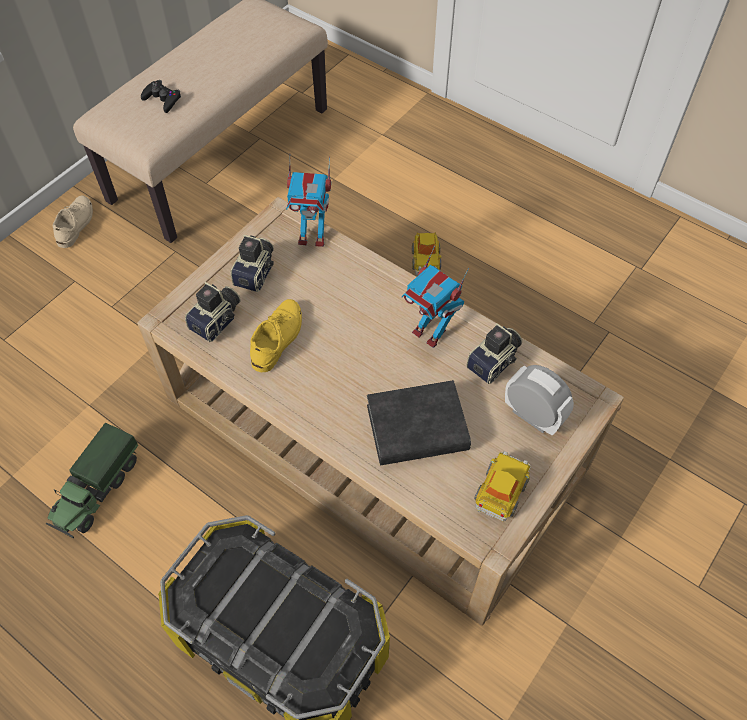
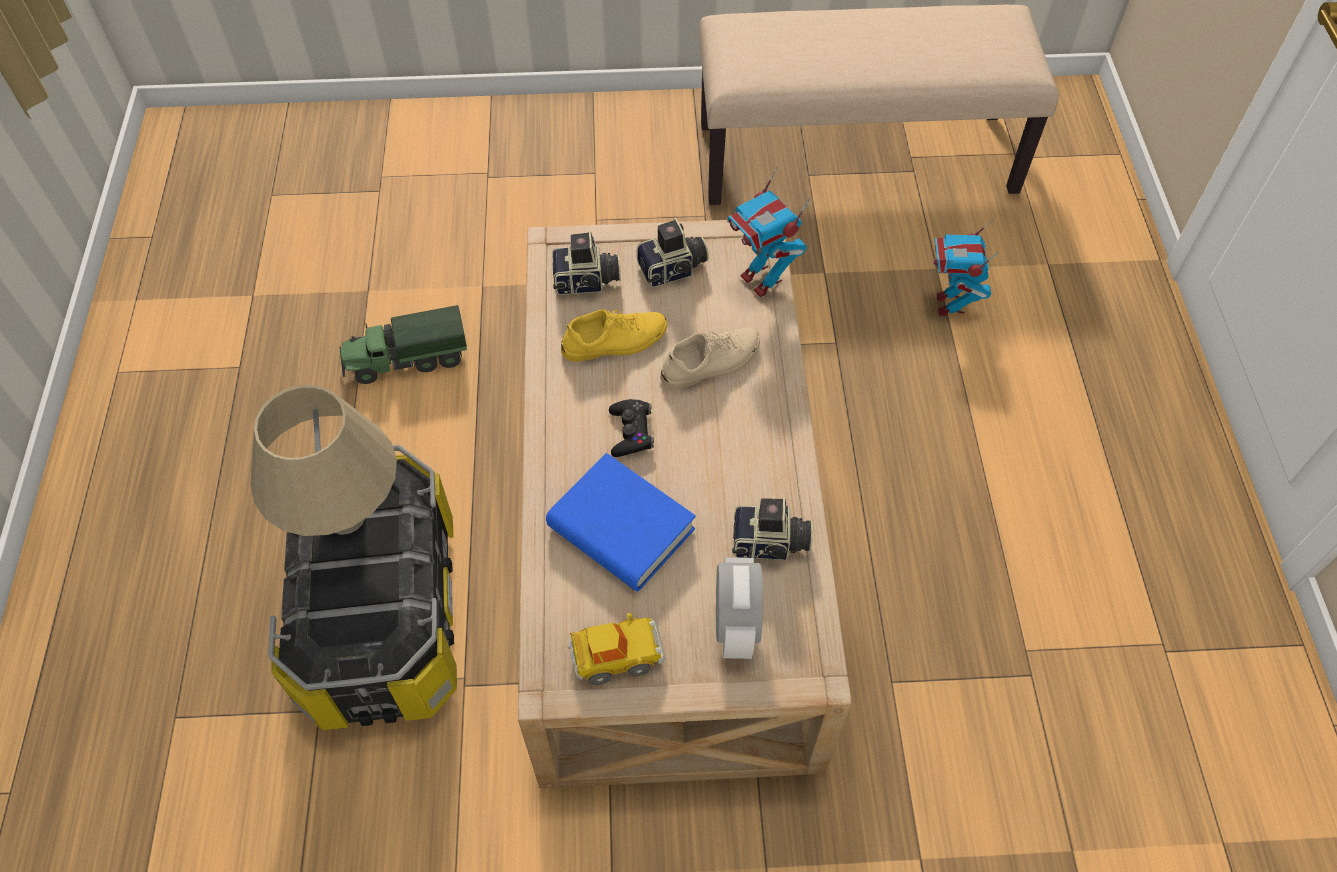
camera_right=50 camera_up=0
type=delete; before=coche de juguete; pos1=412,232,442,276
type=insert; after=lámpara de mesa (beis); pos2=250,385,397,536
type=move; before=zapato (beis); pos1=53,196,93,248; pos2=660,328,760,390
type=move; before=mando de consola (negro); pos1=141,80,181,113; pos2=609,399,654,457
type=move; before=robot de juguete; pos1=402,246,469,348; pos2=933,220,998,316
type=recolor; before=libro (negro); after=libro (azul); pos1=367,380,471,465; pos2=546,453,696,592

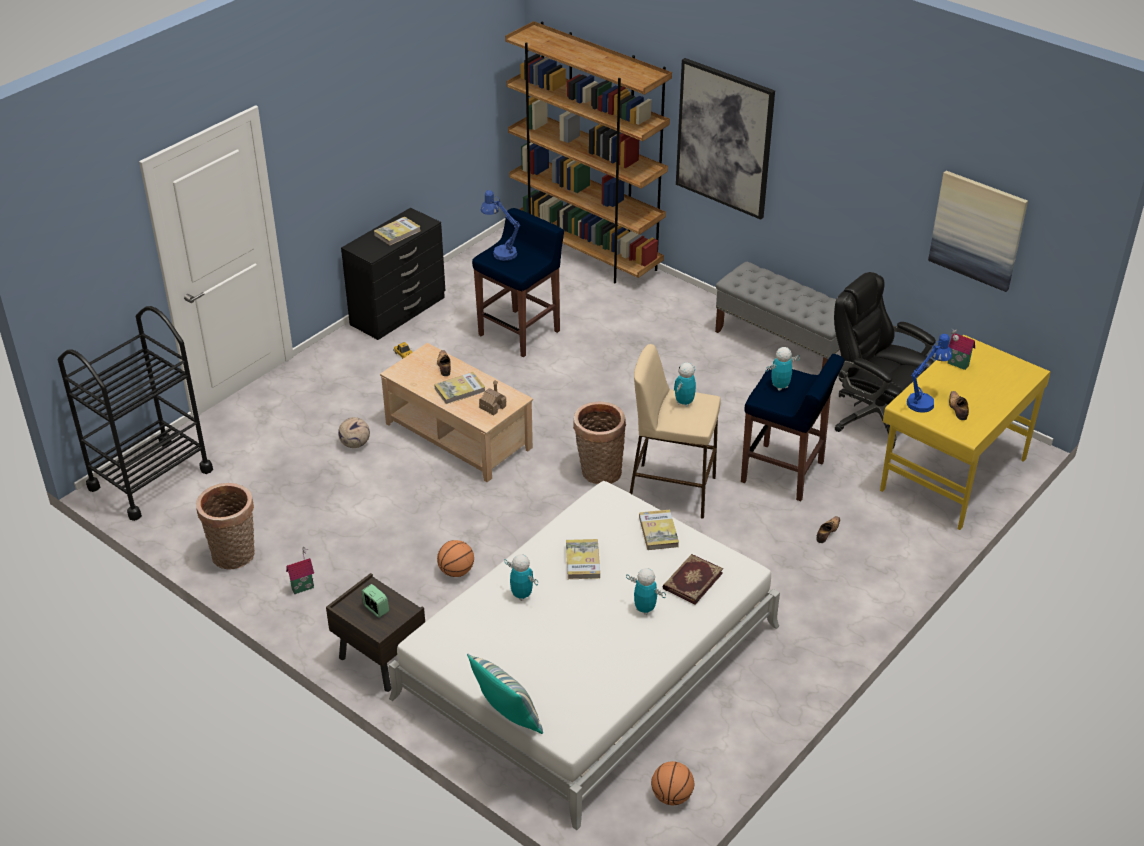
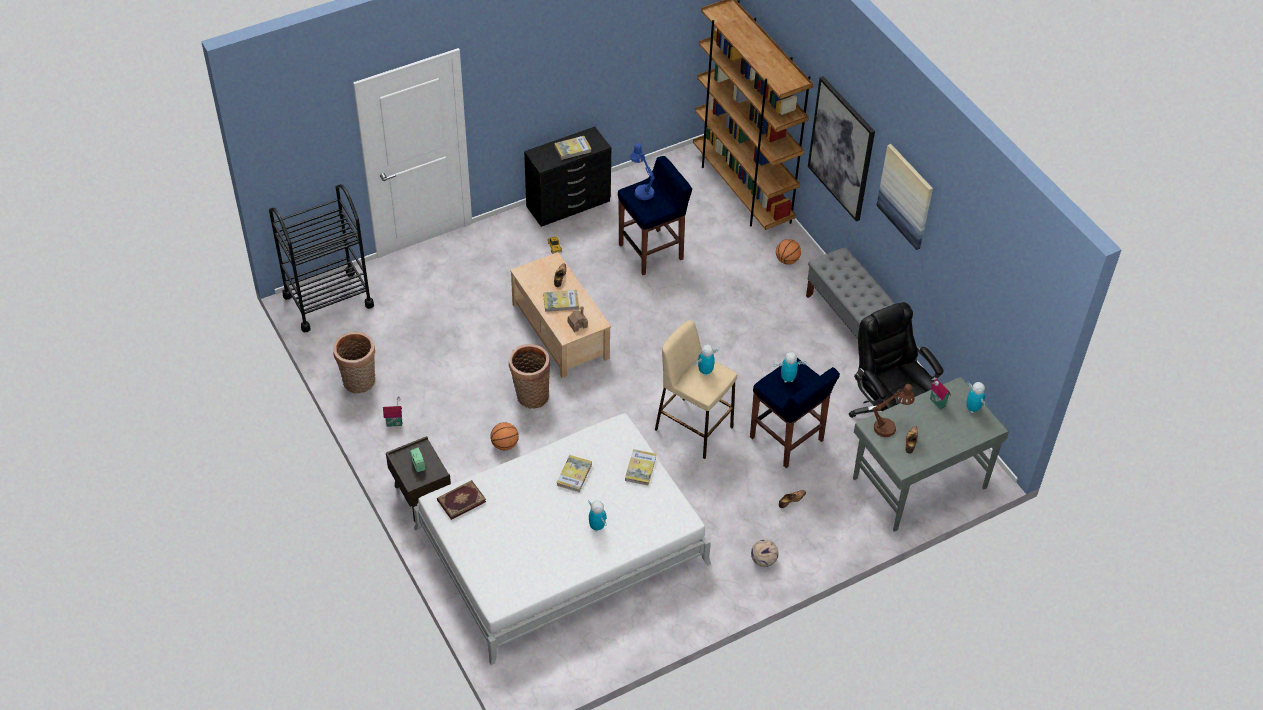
camera_right=20 camera_up=10
type=delete; before=cojín; pos1=467,653,543,734
type=move; before=balón de fútbol; pos1=338,417,370,448; pos2=751,540,779,567
type=move; before=robot de juguete; pos1=504,554,538,601; pos2=966,381,987,413
type=move; before=cesta; pos1=573,402,626,484; pos2=509,344,550,409
type=move; before=balón de baloncesto; pos1=651,761,694,805; pos2=776,239,801,265
type=move; before=libro; pos1=663,554,723,605; pos2=437,480,486,520
type=move; before=cuadro; pos1=928,171,1028,292; pos2=877,144,933,250
type=recolor; before=escritorio (amarillo); after=escritorio (gris); pos1=880,335,1051,530; pos2=853,377,1009,532
type=recolor; before=lámpara de mesa (azul); after=lámpara de mesa (marrón); pos1=907,334,952,412; pos2=873,384,915,437

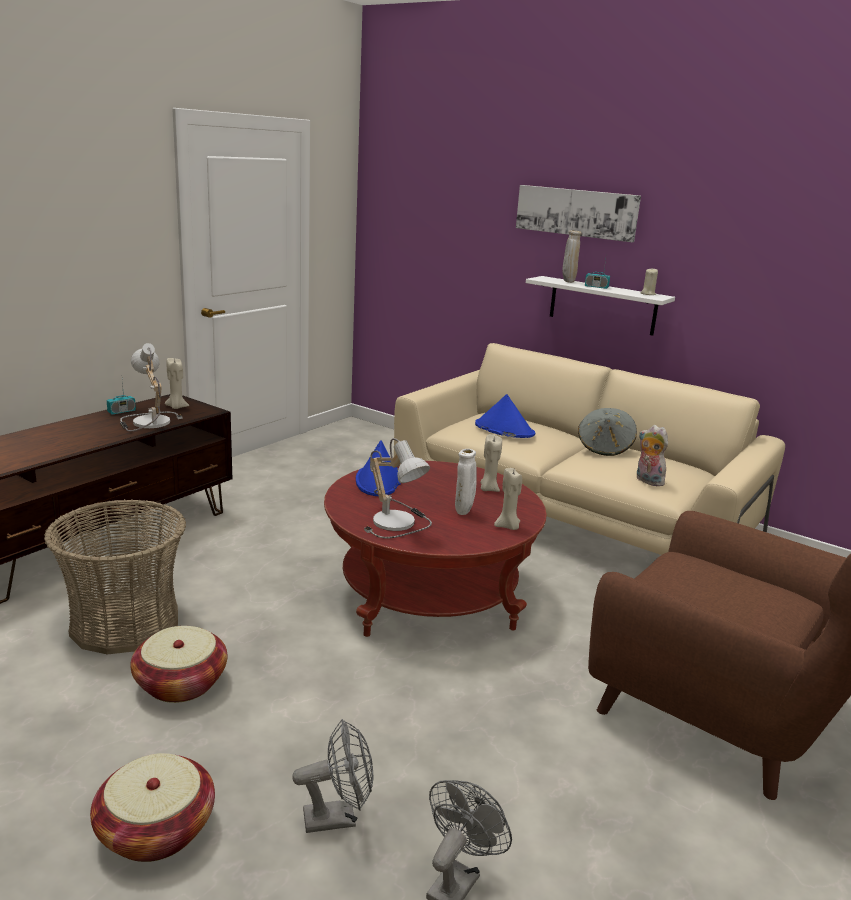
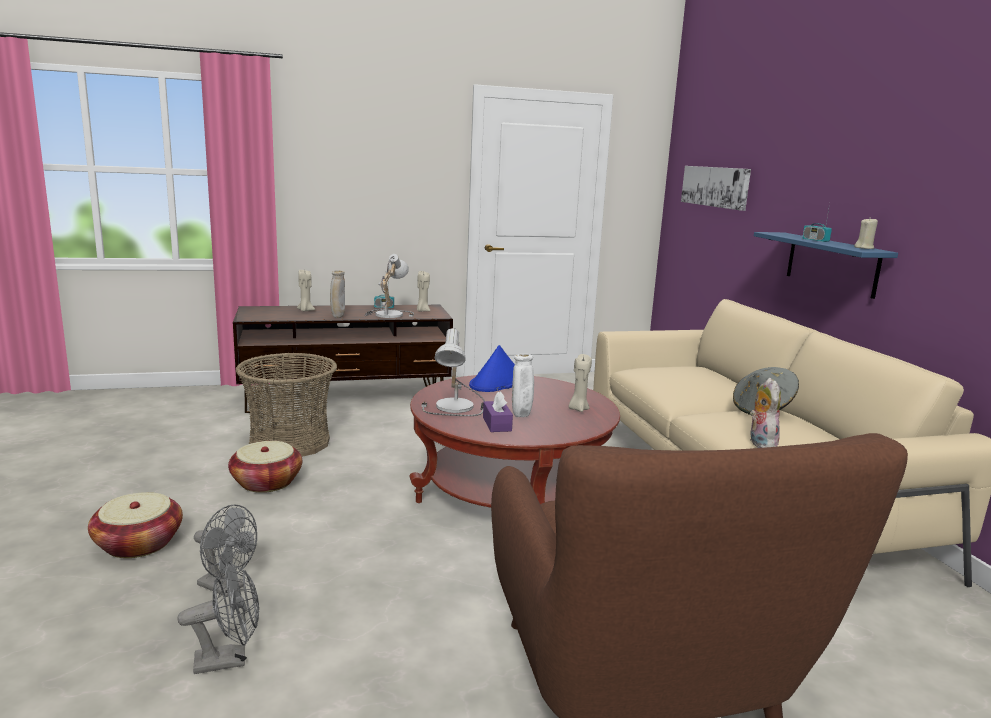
camera_right=40 camera_up=-5
type=delete; before=sombrero (azul); pos1=475,394,535,438
type=insert; after=caja de pañuelos (morado); pos2=483,392,513,432
type=move; before=vela (beis); pos1=494,468,522,530; pos2=297,270,315,311
type=move; before=cuadro; pos1=516,185,641,242; pos2=681,166,751,211
type=move; before=florero (beis); pos1=562,230,582,283; pos2=330,270,345,318
type=recolor; before=estante (blanco); after=estante (azul); pos1=526,276,675,336; pos2=754,232,898,299

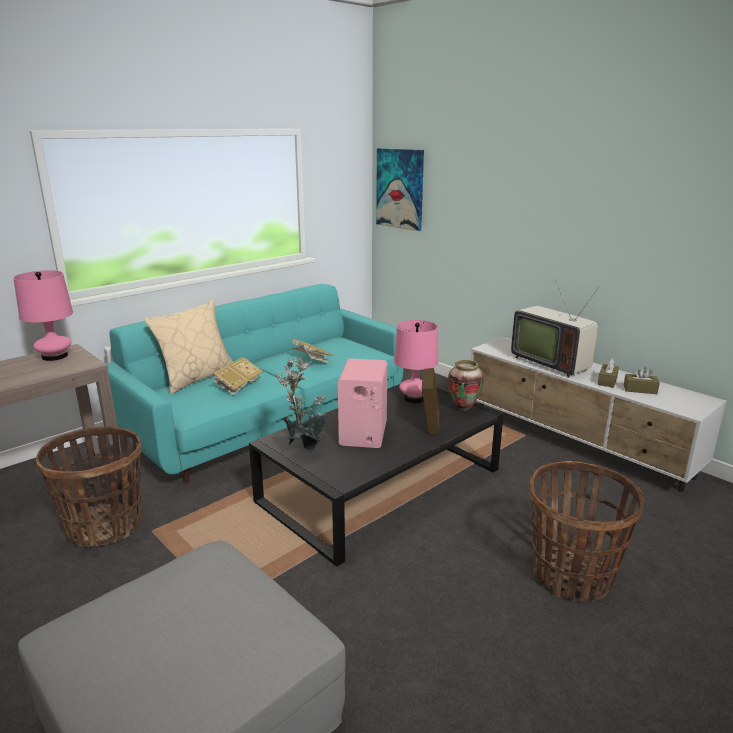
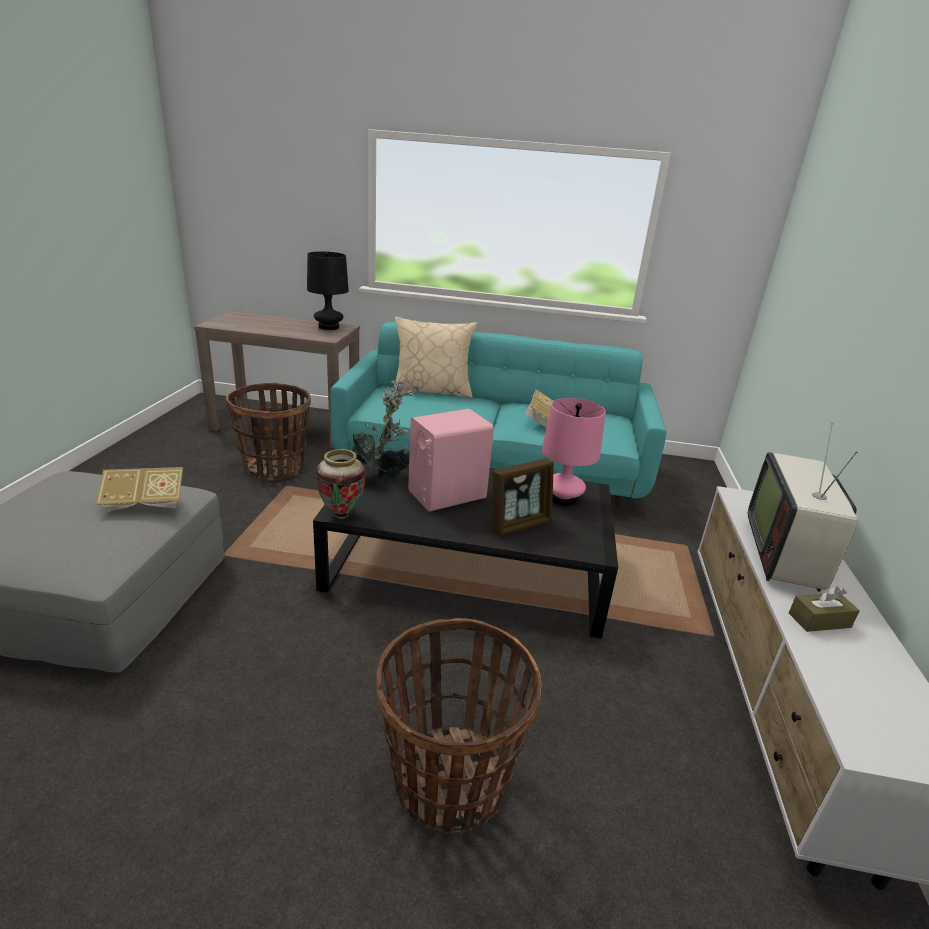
camera_right=50 camera_up=5
type=delete; before=cuadro; pos1=376,148,424,231
type=delete; before=caja de pañuelos (marrón); pos1=624,367,660,394
type=move; before=libro; pos1=213,357,264,395; pos2=95,467,183,512
type=move; before=florero; pos1=448,360,484,411; pos2=316,449,366,519
type=recolor; before=lámpara de mesa (rosa); after=lámpara de mesa (negro); pos1=14,270,73,361; pos2=307,251,349,330

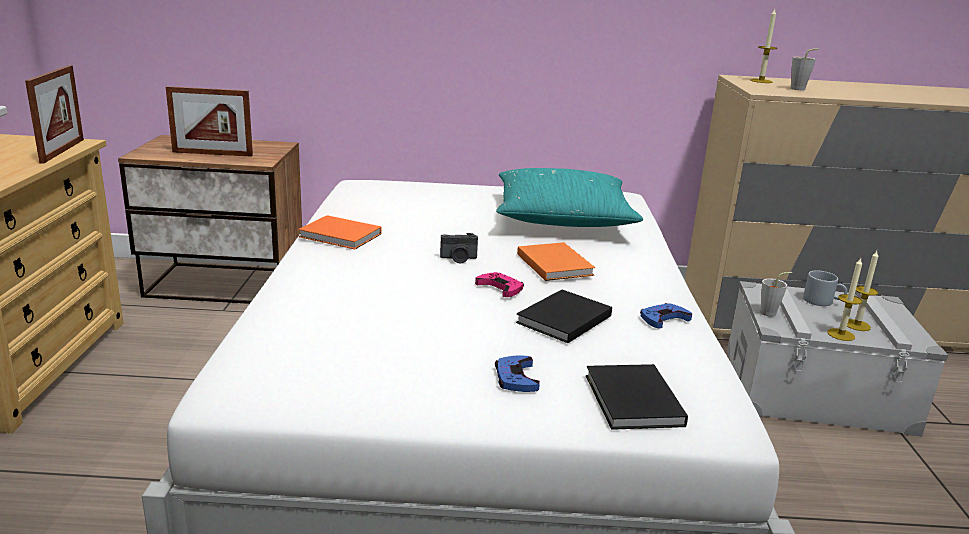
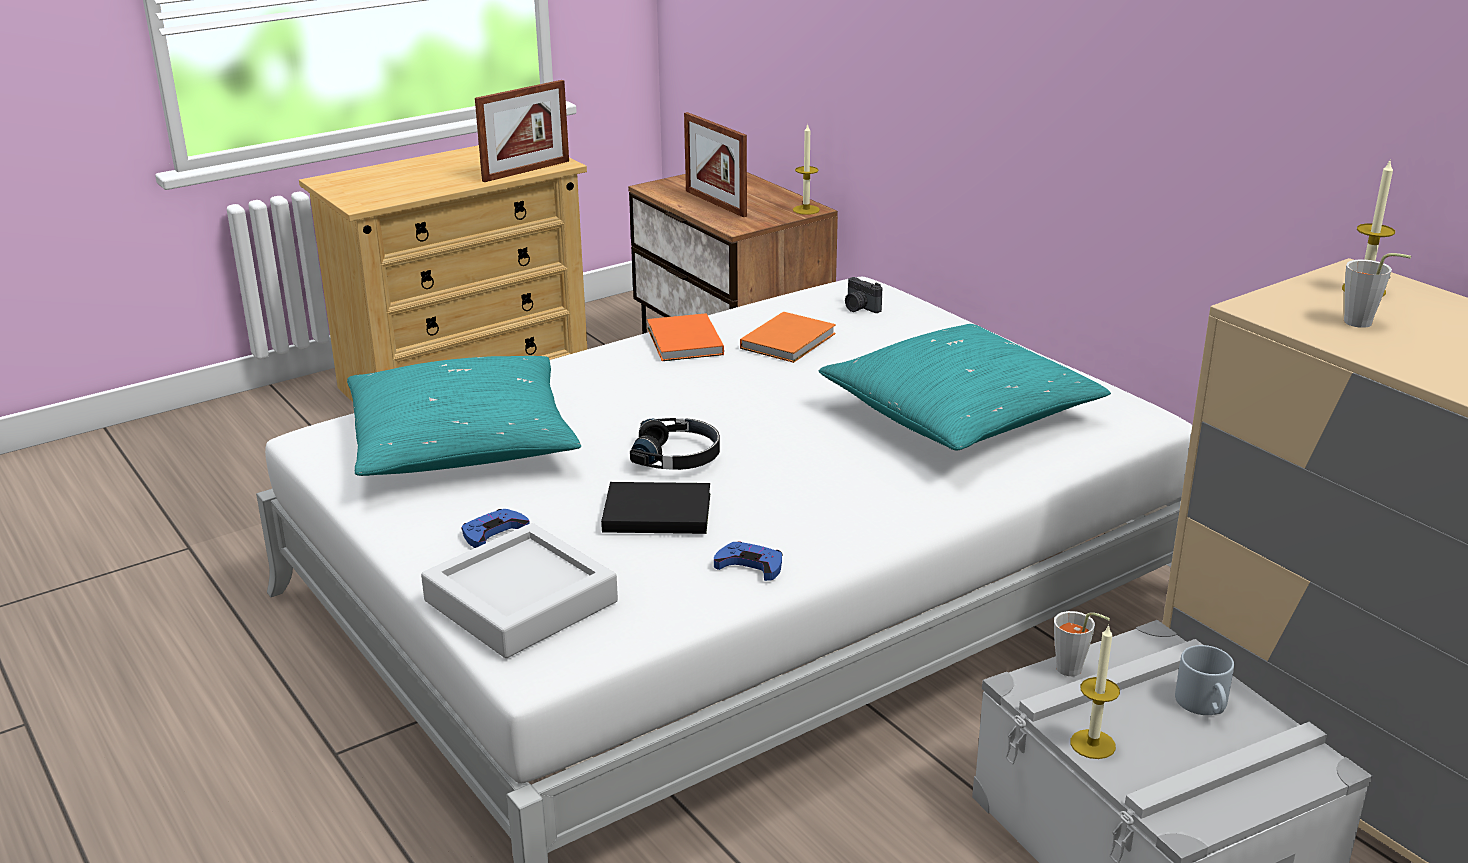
camera_right=55 camera_up=5
type=insert; after=cojín (turquesa); pos2=347,356,581,476
type=move; before=cámara; pos1=440,233,478,263; pos2=845,277,882,313
type=move; before=libro (naranja); pos1=517,242,595,281; pos2=740,312,836,363
type=move; before=vela; pos1=847,251,878,331; pos2=793,123,820,215
type=replace; before=mando de consola (rosa); after=auriculares (negro); pos1=475,272,524,297; pos2=630,418,720,470
type=replace; before=libro (negro); after=bandeja (gris); pos1=586,364,688,430; pos2=421,523,618,658

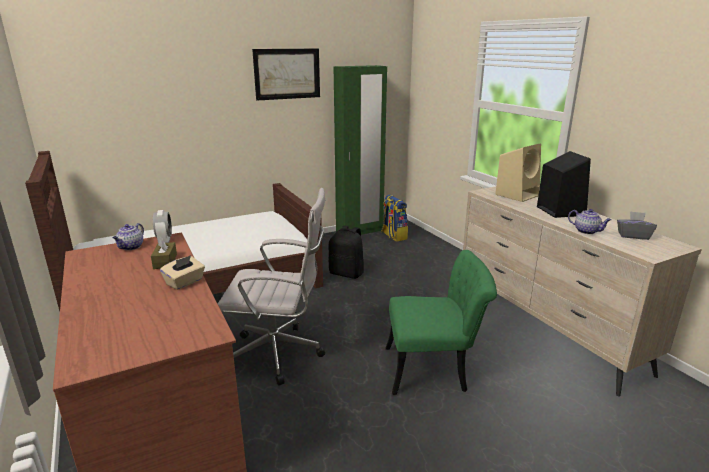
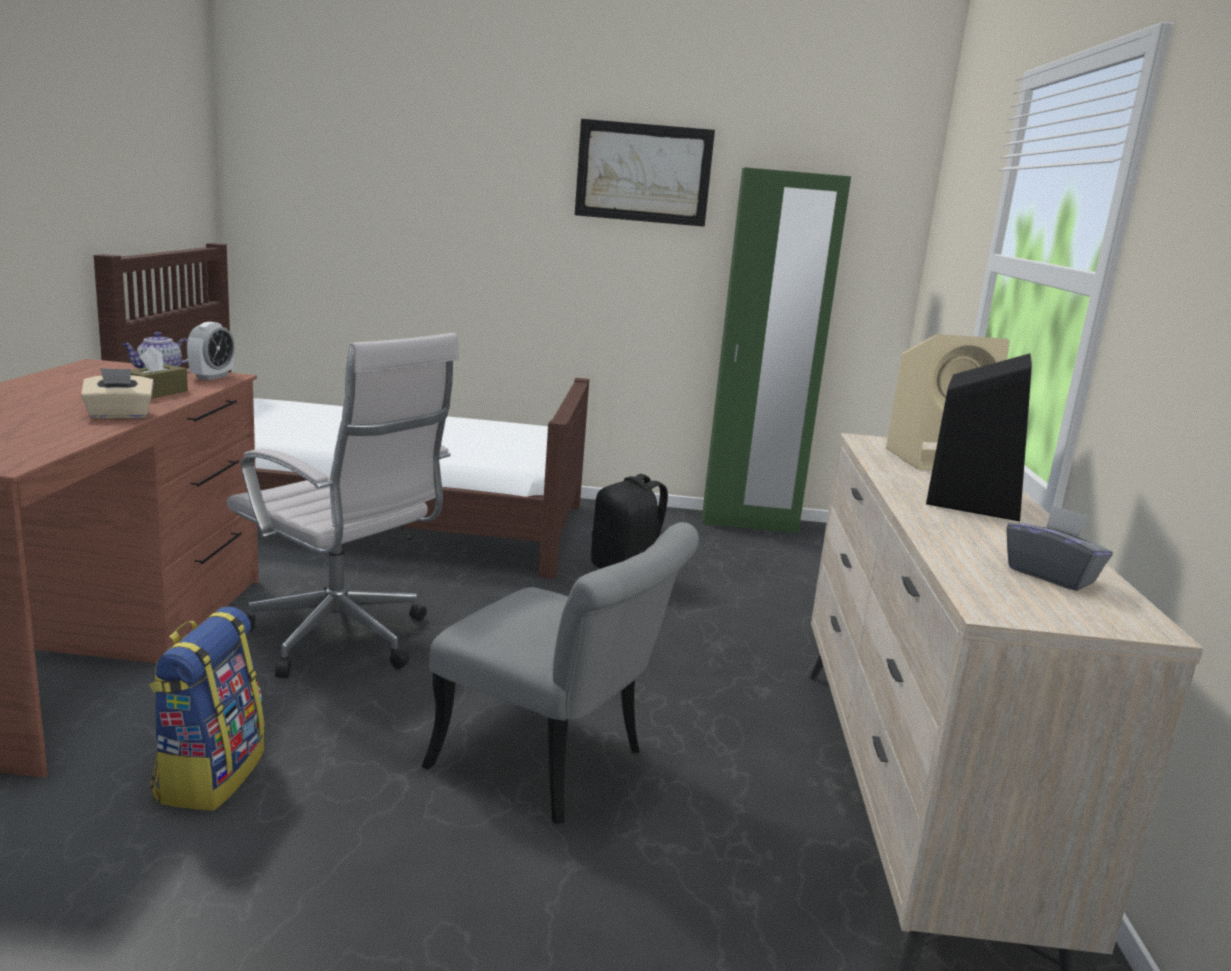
camera_right=30 camera_up=-5
type=delete; before=tetera; pos1=568,209,611,234
type=move; before=mochila; pos1=381,194,408,242; pos2=149,606,265,811
type=recolor; before=silla (verde); after=silla (gris); pos1=386,250,497,395; pos2=421,522,699,824

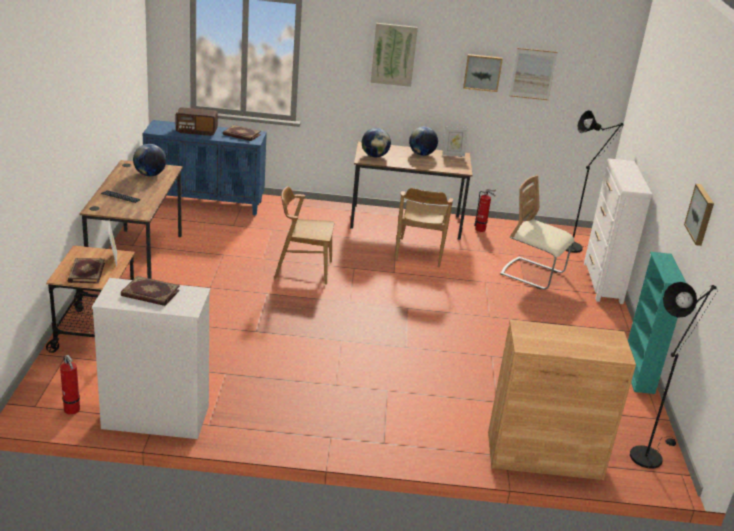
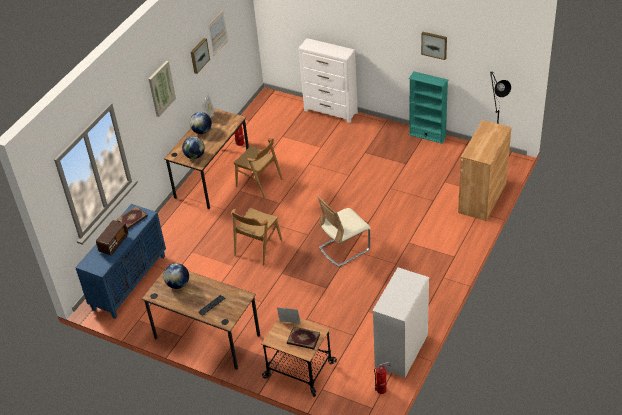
camera_right=-60 camera_up=15
type=delete; before=libro; pos1=121,276,180,306
type=delete; before=lámpara de pie (negro); pos1=565,110,624,253
type=move; before=silla (beis); pos1=500,175,574,289; pos2=317,195,371,267

